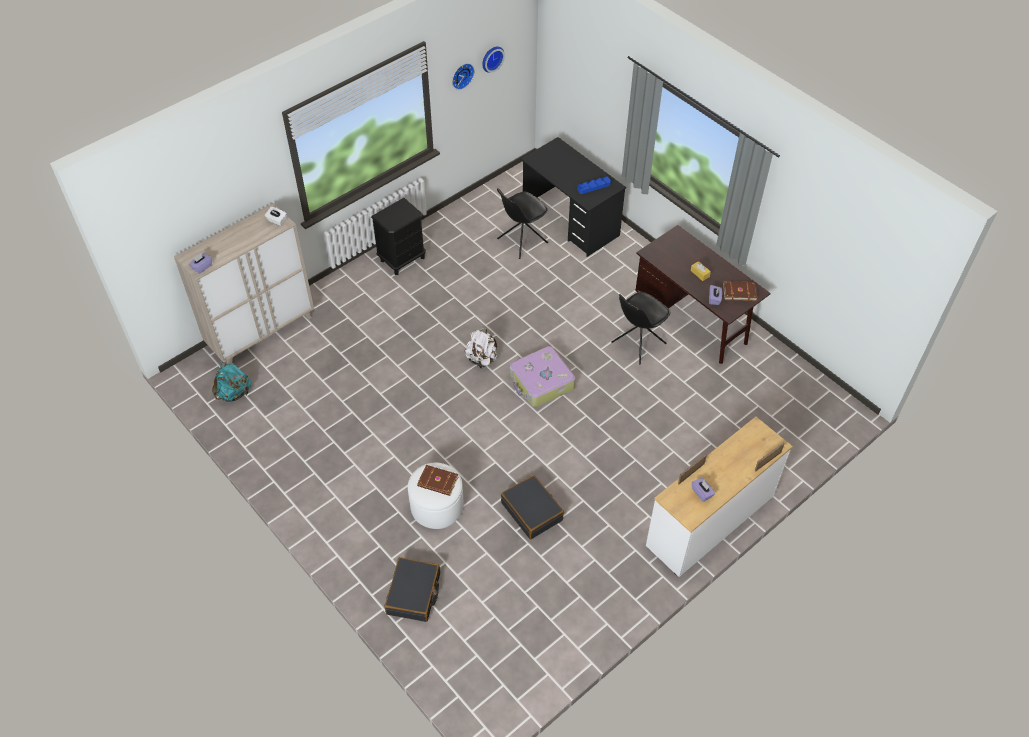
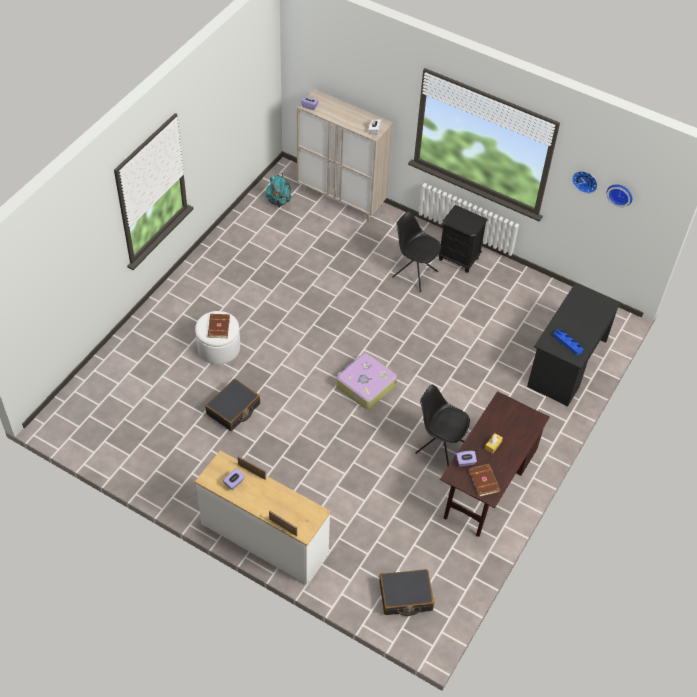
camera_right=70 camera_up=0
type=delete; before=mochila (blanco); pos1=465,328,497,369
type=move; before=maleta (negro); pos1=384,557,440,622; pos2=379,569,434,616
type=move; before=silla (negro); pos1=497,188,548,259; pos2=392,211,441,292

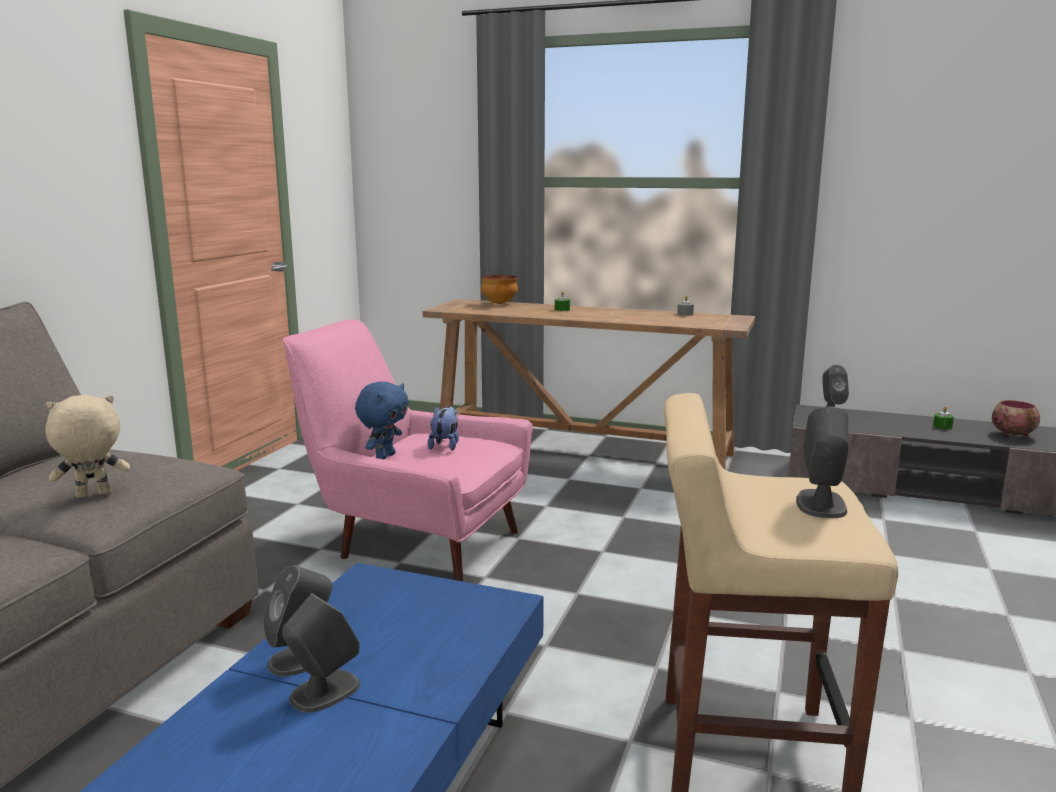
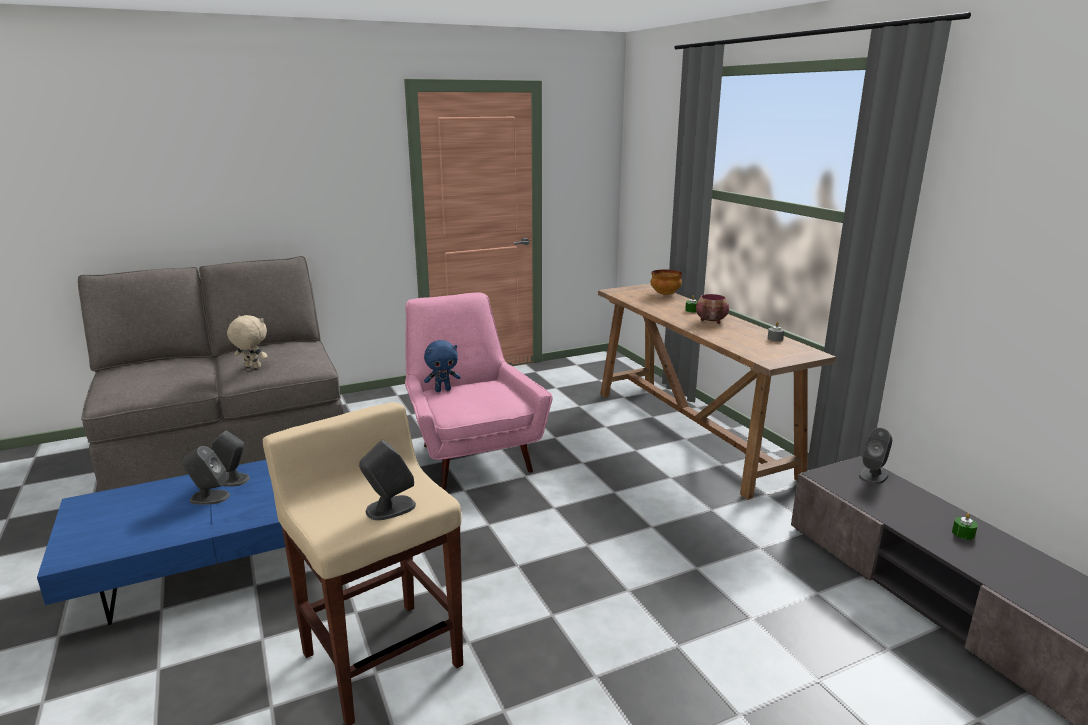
camera_right=45 camera_up=5
type=delete; before=peluche; pos1=427,406,459,451
type=move; before=cuenco; pos1=992,400,1040,437; pos2=696,294,729,324

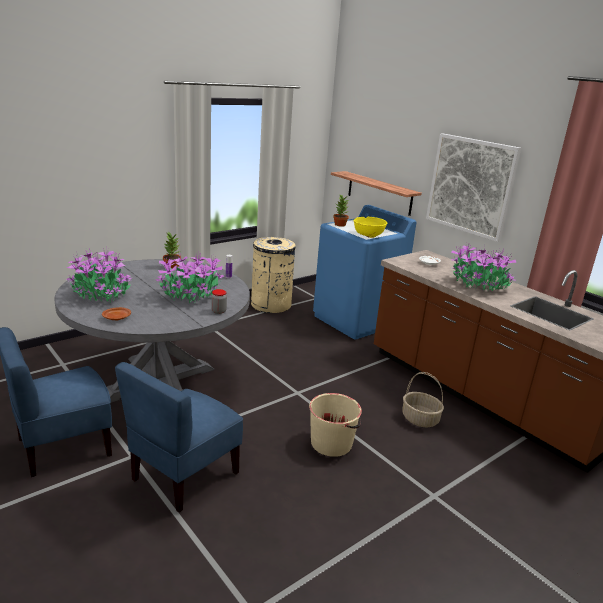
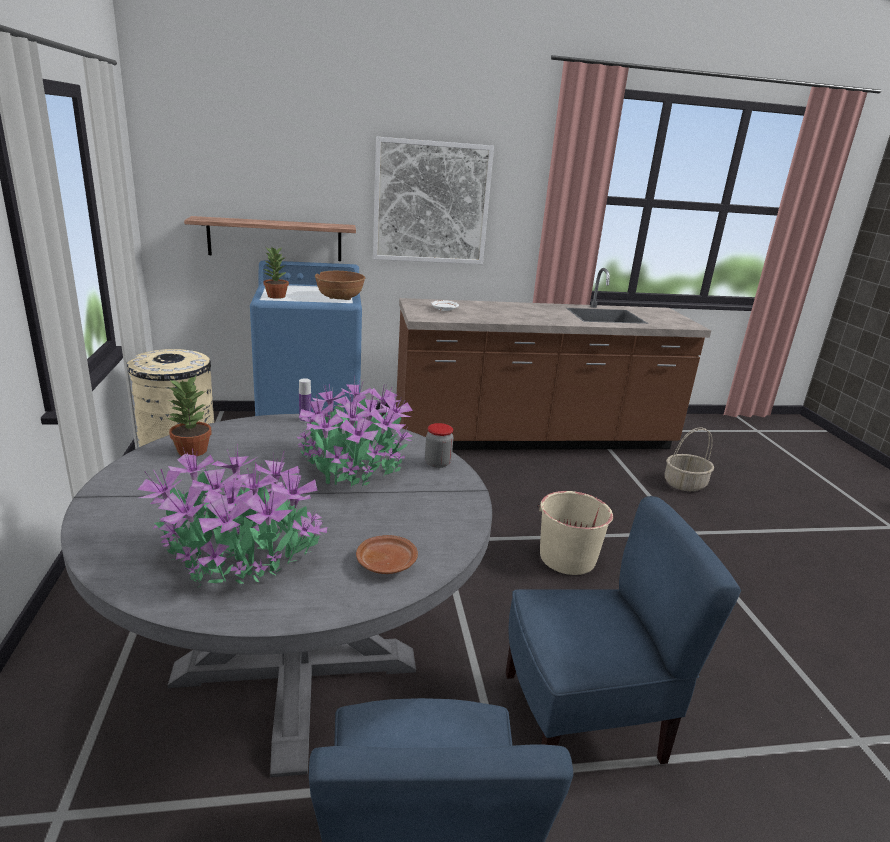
camera_right=-60 camera_up=0
type=delete; before=planta en maceta; pos1=451,242,517,291
type=move; before=cesta; pos1=402,372,444,427; pos2=664,427,714,491
type=recolor; before=cuenco (amarillo); after=cuenco (marrón); pos1=354,217,387,238; pos2=315,271,365,300
type=rotate; before=silla (azul); pos1=115,362,243,513; pos2=506,496,741,764; turn=-75

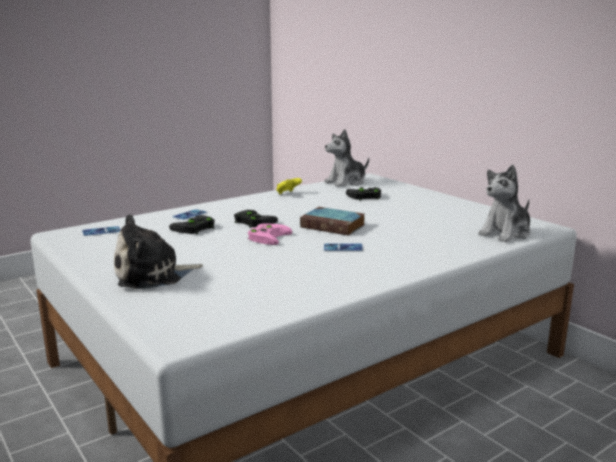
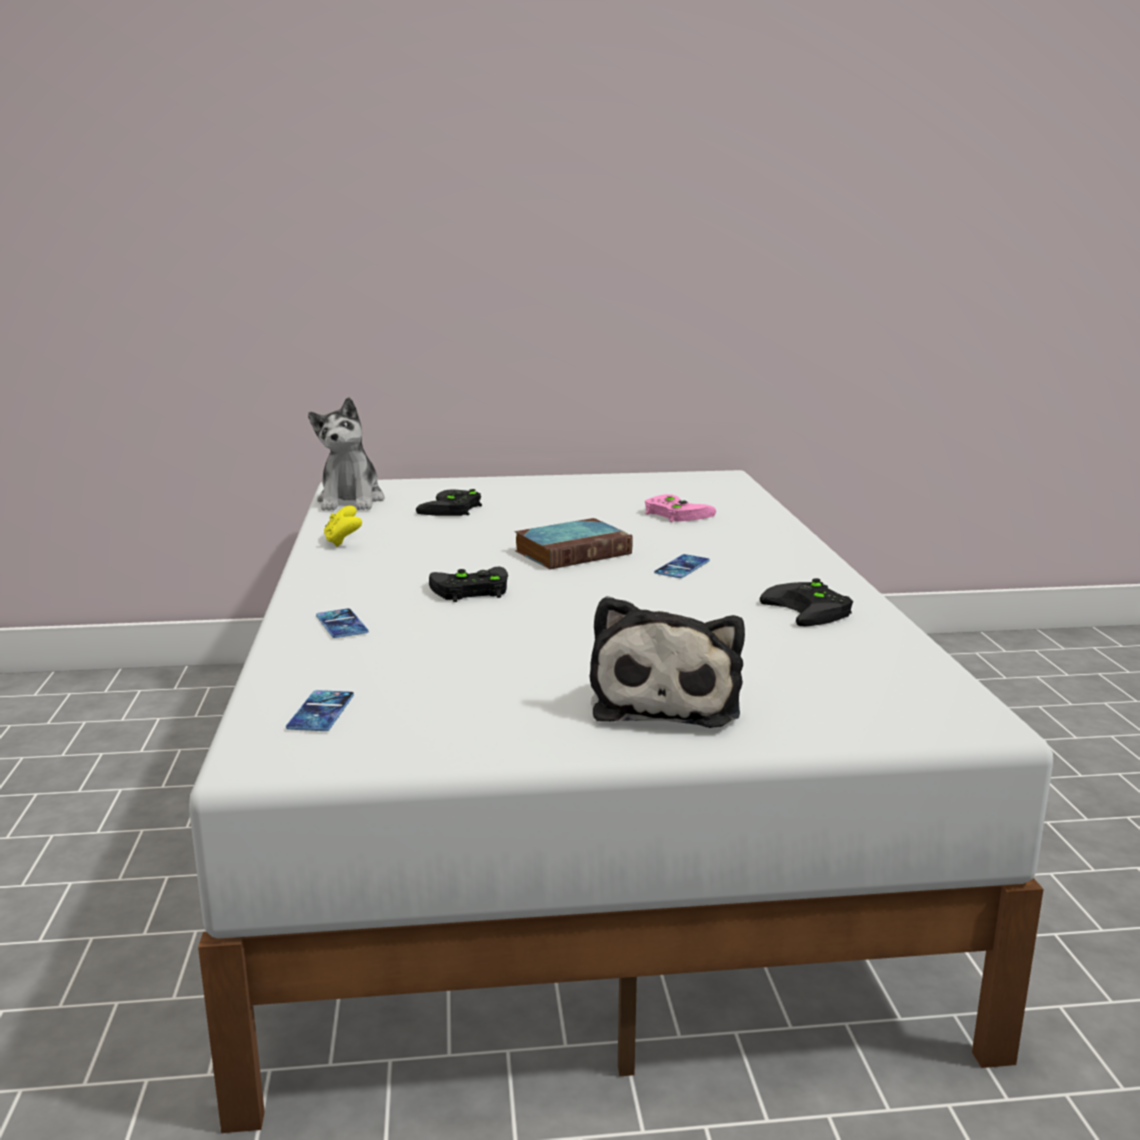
camera_right=-60 camera_up=0
type=delete; before=peluche; pos1=478,165,531,242
type=move; before=mando de consola (negro); pos1=169,215,215,234; pos2=760,578,853,627
type=move; before=mando de consola (rosa); pos1=248,224,292,245; pos2=645,494,716,522

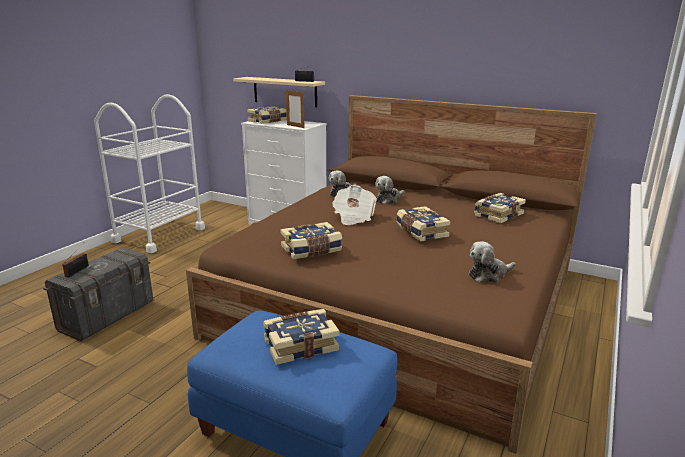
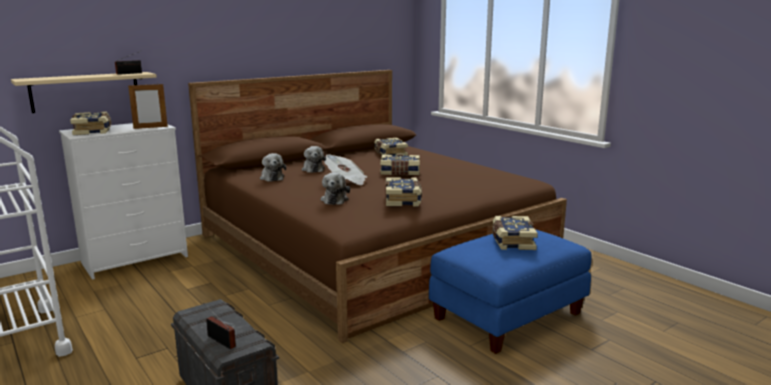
camera_right=-65 camera_up=-5
type=move; before=peluche; pos1=469,242,516,283; pos2=321,172,350,205

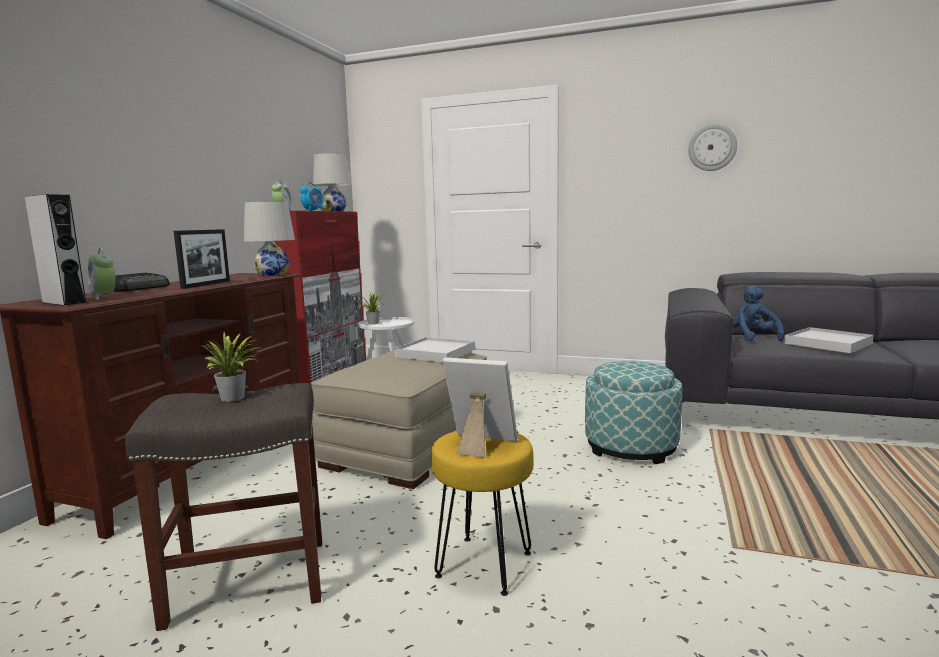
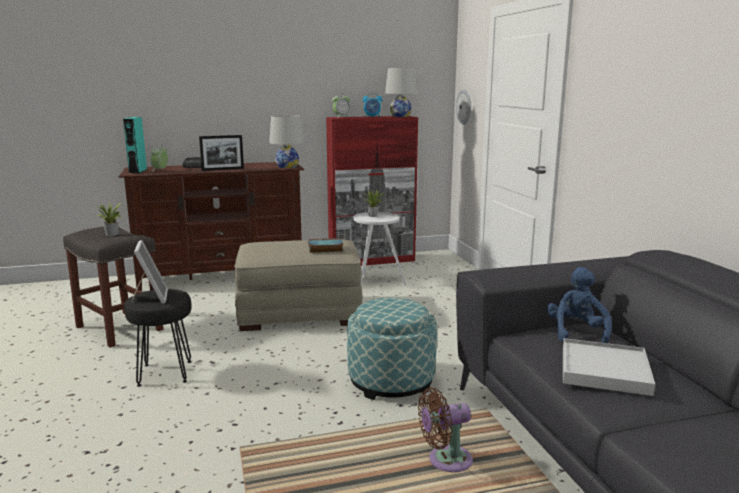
camera_right=55 camera_up=5
type=insert; after=ventilador (marrón); pos2=418,388,473,472
type=move; before=reloj de pared; pos1=688,124,737,171; pos2=456,89,471,125
type=replace; before=bandeja (blanco); after=libro; pos1=395,337,475,362; pos2=308,238,344,253
type=recolor; before=altavoz (gris); after=altavoz (turquesa); pos1=25,194,86,306; pos2=123,117,147,173
type=recolor; before=taburete (amarillo); after=taburete (negro); pos1=431,431,534,596; pos2=124,289,192,387
type=rotate; before=peluche (azul); pos1=733,285,784,342; pos2=547,267,612,343; turn=-45

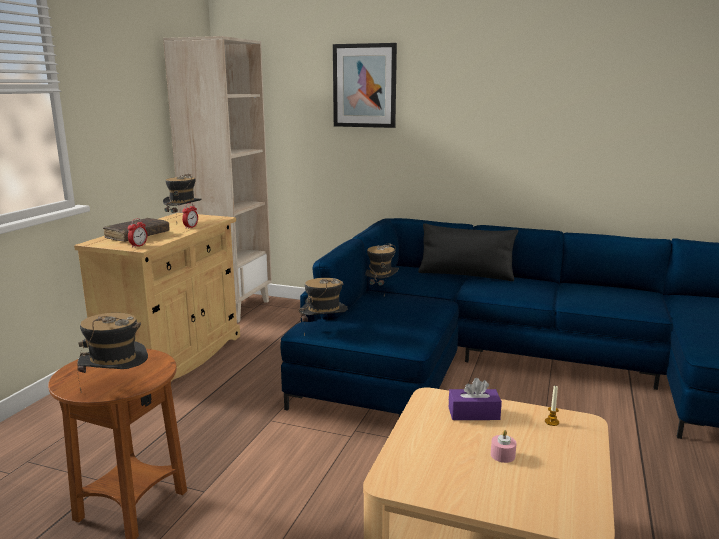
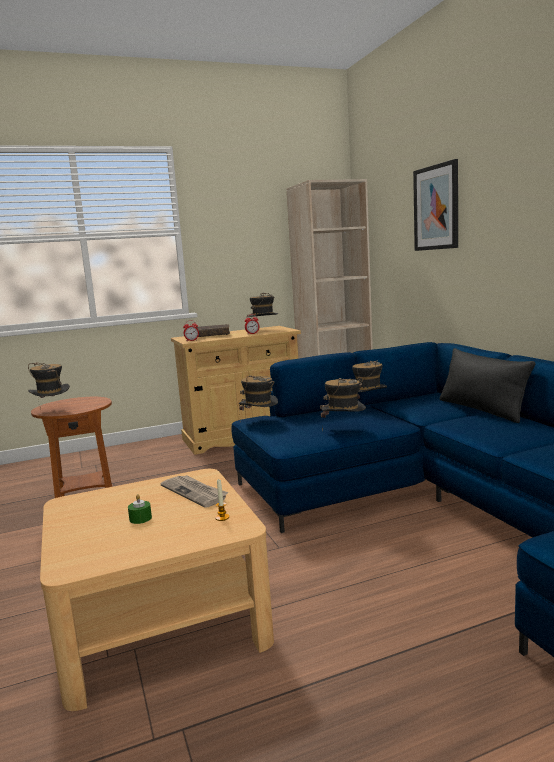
camera_right=50 camera_up=-5
type=insert; after=sombrero; pos2=320,378,366,431
type=replace; before=caja de pañuelos (morado); after=periódico; pos1=449,378,502,420; pos2=161,475,228,508
type=recolor; before=vela (rosa); after=vela (verde); pos1=491,430,517,463; pos2=128,494,152,524

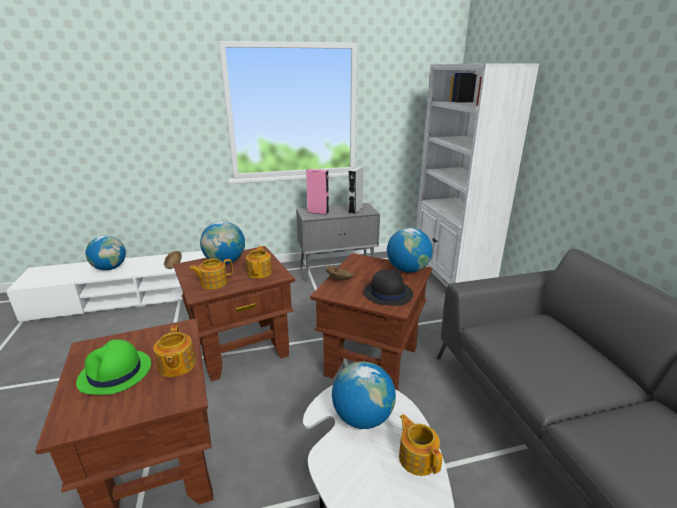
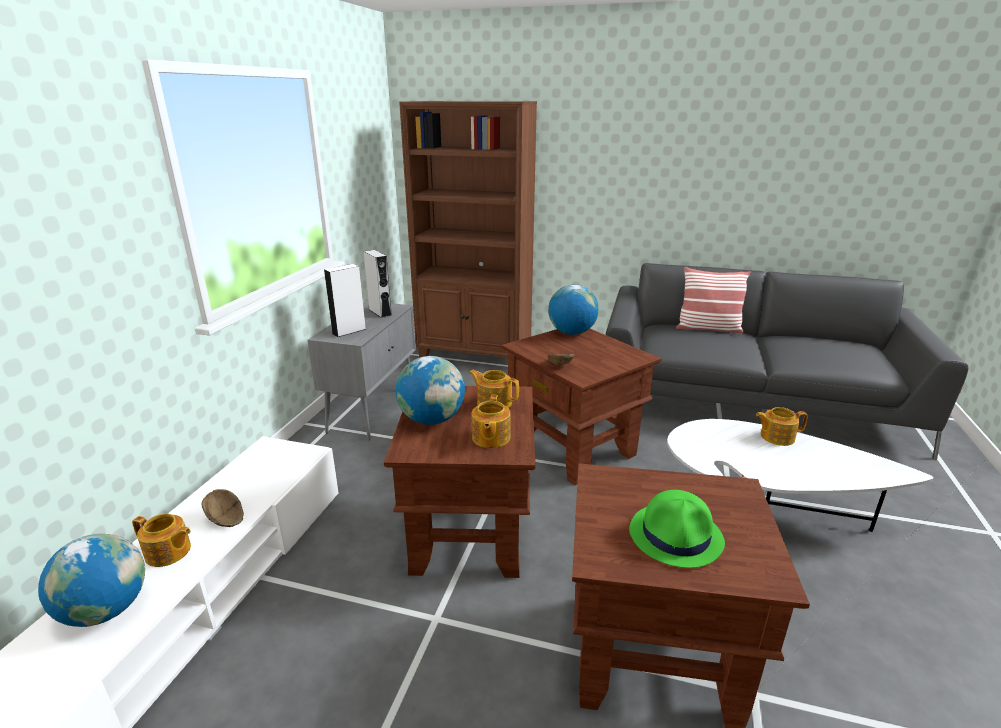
camera_right=-60 camera_up=0
type=delete; before=globo terráqueo; pos1=332,361,396,429
type=delete; before=sombrero (negro); pos1=364,269,413,306
type=insert; after=cojín; pos2=676,267,750,333
type=move; before=tetera; pos1=153,325,196,377; pos2=132,514,191,567
type=recolor; before=altavoz (rosa); after=altavoz (blanco); pos1=306,169,329,215; pos2=324,264,366,337
type=recolor; before=estantería (blanco); after=estantería (marrón); pos1=416,63,539,284; pos2=399,101,537,358

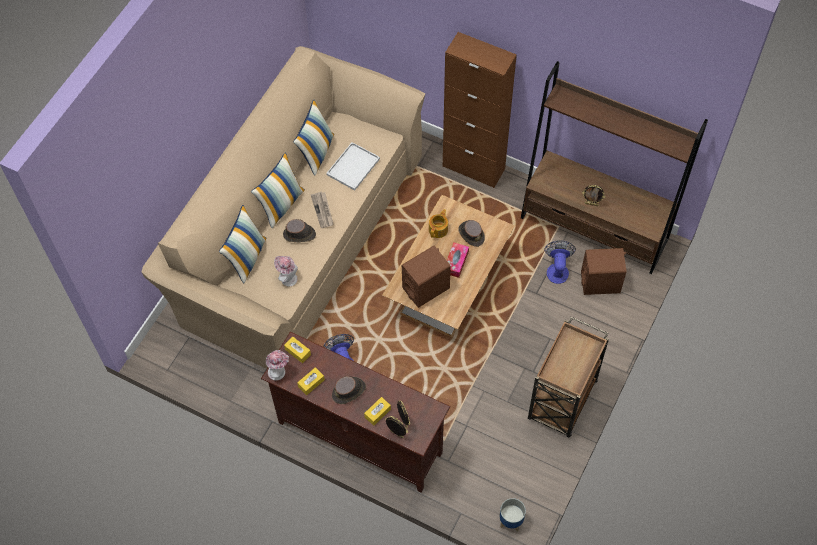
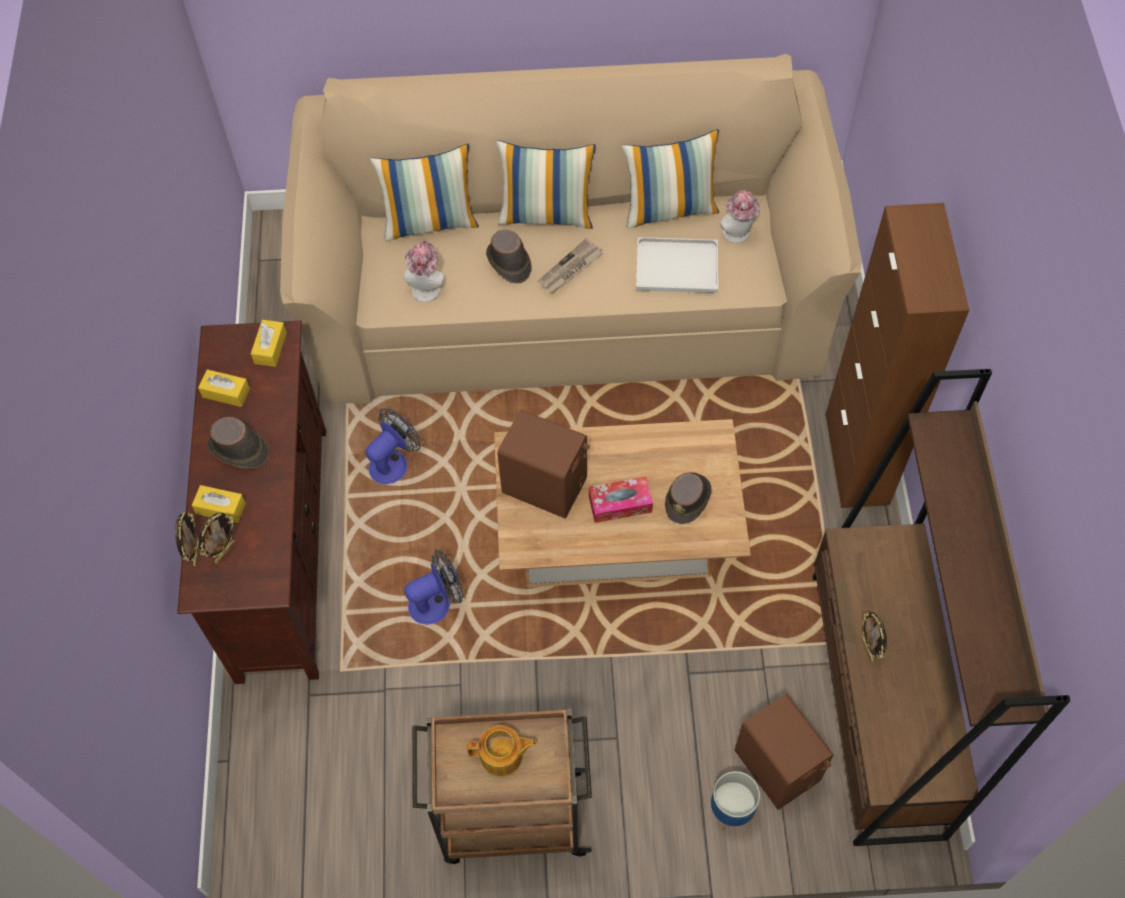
camera_right=60 camera_up=0
type=move; before=sombrero; pos1=266,350,289,381; pos2=720,190,760,243
type=move; before=tetera; pos1=429,209,448,238; pos2=467,725,536,776
type=move; before=maceta; pos1=500,498,526,532; pos2=710,771,760,831
type=move; before=ventilador; pos1=544,240,576,284; pos2=404,550,464,625

